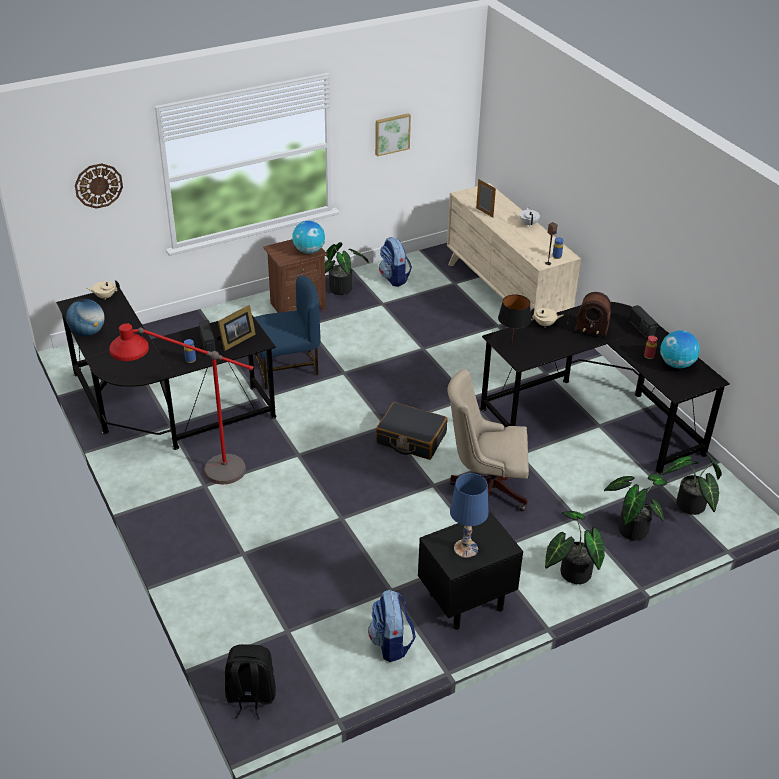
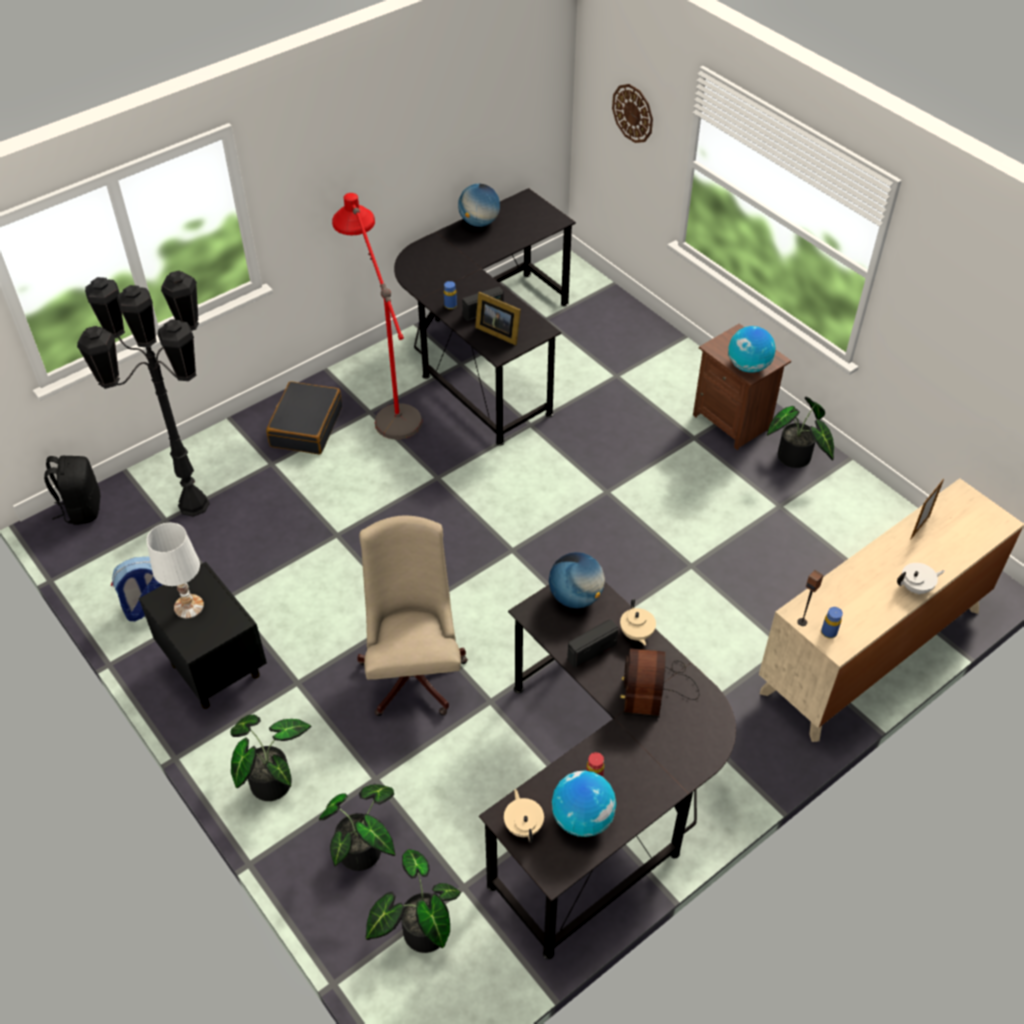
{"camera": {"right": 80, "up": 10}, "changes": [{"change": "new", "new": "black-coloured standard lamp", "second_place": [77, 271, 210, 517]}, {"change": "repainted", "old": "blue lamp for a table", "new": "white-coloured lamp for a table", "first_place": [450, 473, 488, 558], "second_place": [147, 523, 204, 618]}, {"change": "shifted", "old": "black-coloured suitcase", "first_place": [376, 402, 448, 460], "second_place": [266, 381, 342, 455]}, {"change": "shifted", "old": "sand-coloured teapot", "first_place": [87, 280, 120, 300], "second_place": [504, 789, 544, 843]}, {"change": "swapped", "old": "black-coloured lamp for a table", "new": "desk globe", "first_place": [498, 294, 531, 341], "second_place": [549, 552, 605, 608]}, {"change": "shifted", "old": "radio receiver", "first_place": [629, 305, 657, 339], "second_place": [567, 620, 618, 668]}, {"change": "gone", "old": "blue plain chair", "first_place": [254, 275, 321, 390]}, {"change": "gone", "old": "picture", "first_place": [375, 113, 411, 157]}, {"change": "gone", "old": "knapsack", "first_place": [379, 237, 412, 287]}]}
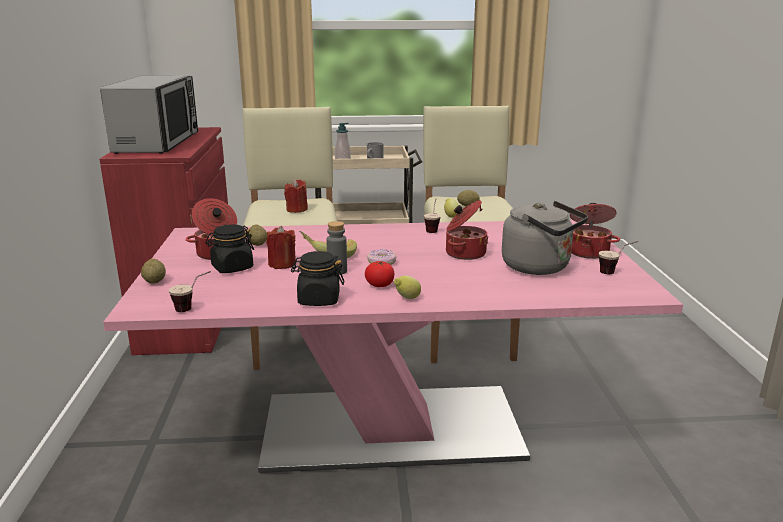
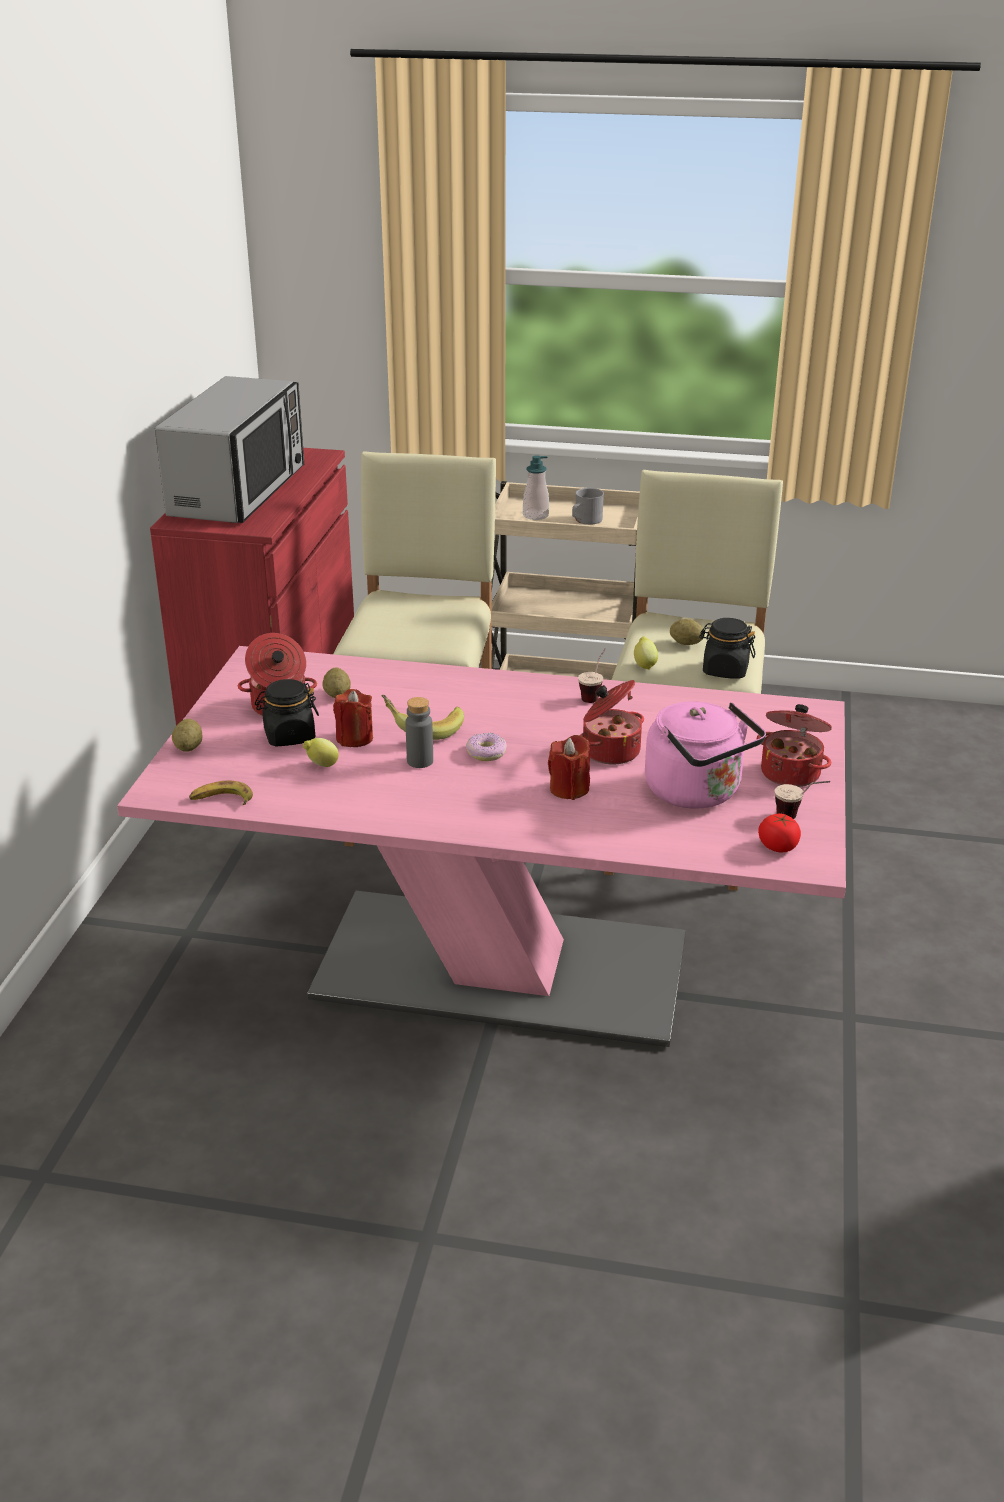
{"camera": {"right": 15, "up": 10}, "changes": [{"change": "swapped", "old": "small cup", "new": "whole banana", "first_place": [169, 271, 211, 312], "second_place": [189, 781, 253, 805]}, {"change": "shifted", "old": "citrus fruit", "first_place": [394, 276, 421, 299], "second_place": [303, 738, 339, 767]}, {"change": "shifted", "old": "reddish wax candle", "first_place": [284, 179, 308, 213], "second_place": [548, 735, 590, 800]}, {"change": "repainted", "old": "greyish tea kettle", "new": "pink-coloured tea kettle", "first_place": [502, 201, 588, 275], "second_place": [645, 701, 766, 809]}, {"change": "shifted", "old": "black-coloured storage jar", "first_place": [291, 251, 344, 306], "second_place": [699, 618, 756, 679]}, {"change": "shifted", "old": "fresh tomato", "first_place": [365, 261, 395, 287], "second_place": [758, 814, 801, 853]}]}
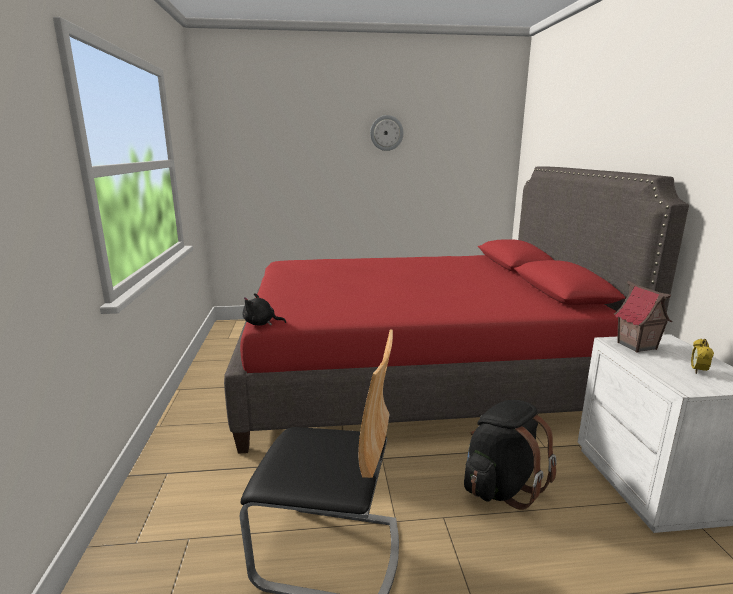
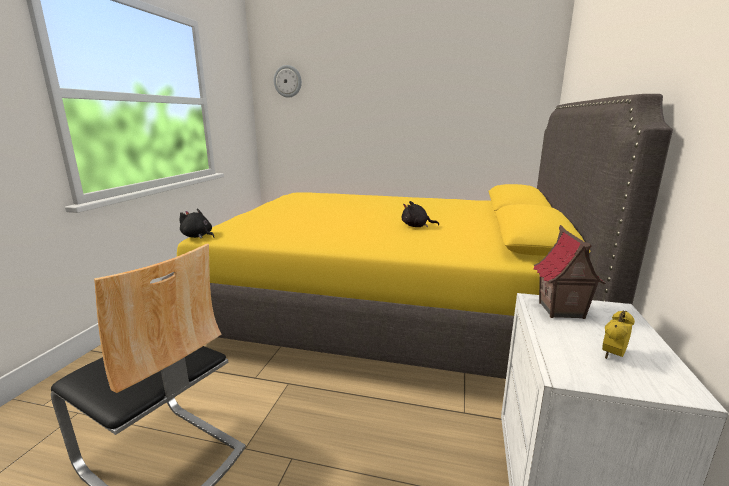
{"camera": {"right": 20, "up": 0}, "changes": [{"change": "repainted", "old": "reddish sleeping bed", "new": "yellowish sleeping bed", "first_place": [224, 166, 689, 454], "second_place": [162, 94, 673, 379]}, {"change": "shifted", "old": "wall clock", "first_place": [370, 115, 404, 151], "second_place": [274, 65, 302, 98]}, {"change": "new", "new": "black-coloured soft toy", "second_place": [402, 201, 439, 227]}, {"change": "gone", "old": "black-coloured knapsack", "first_place": [464, 400, 557, 510]}]}
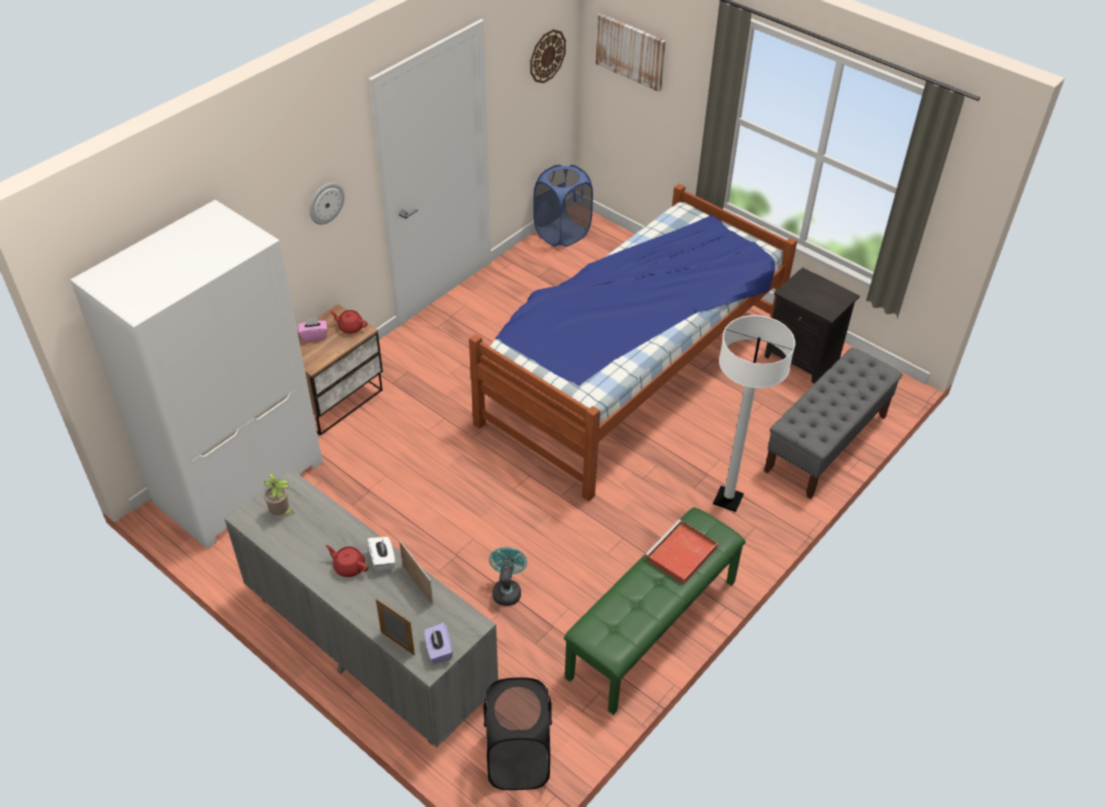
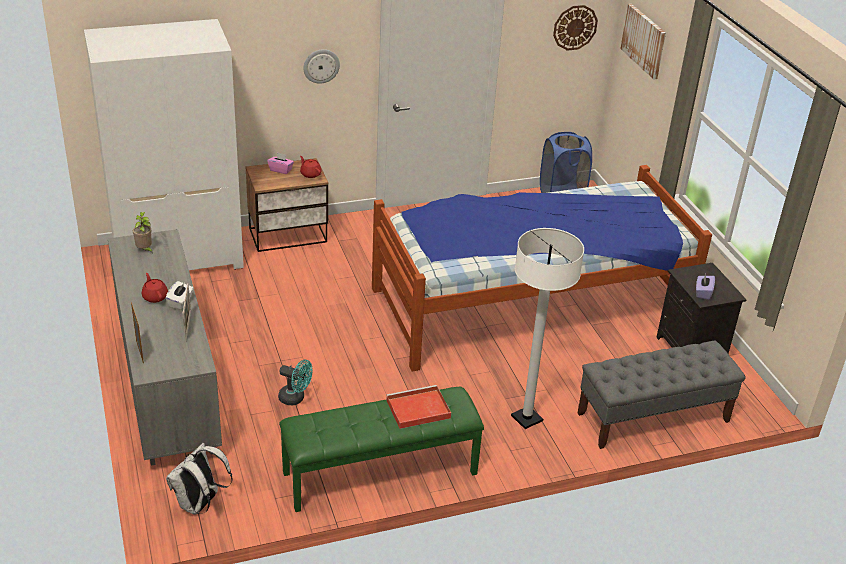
{"camera": {"right": 30, "up": -10}, "changes": [{"change": "swapped", "old": "black-coloured hamper", "new": "white-coloured knapsack", "first_place": [484, 677, 552, 790], "second_place": [166, 443, 233, 515]}, {"change": "rotated", "old": "turquoise cooling fan", "first_place": [489, 547, 527, 606], "second_place": [278, 360, 312, 405], "degrees": 75}, {"change": "shifted", "old": "purplish tissue box", "first_place": [424, 622, 453, 664], "second_place": [696, 273, 715, 300]}]}
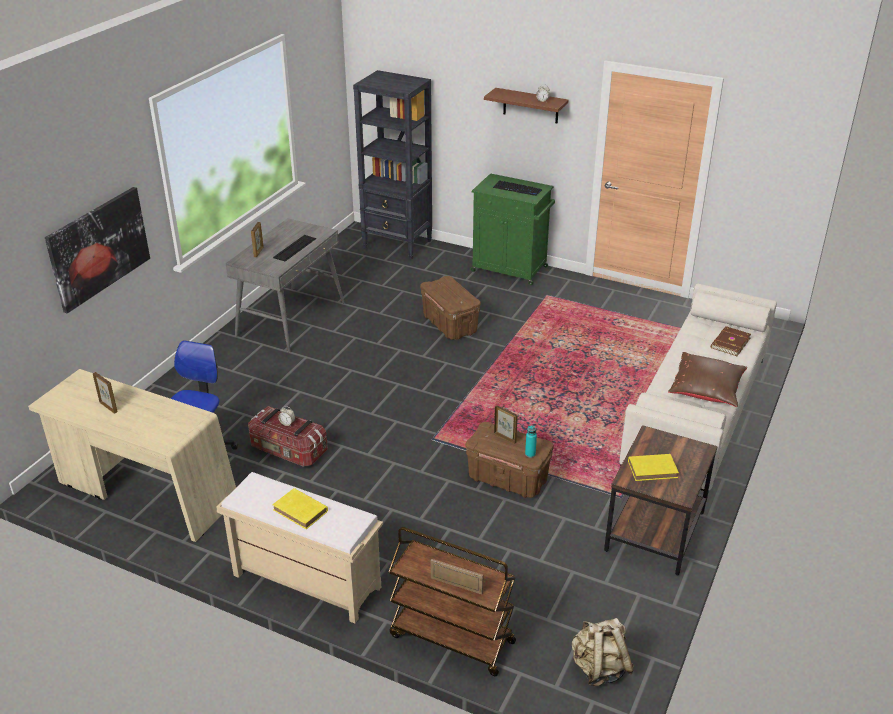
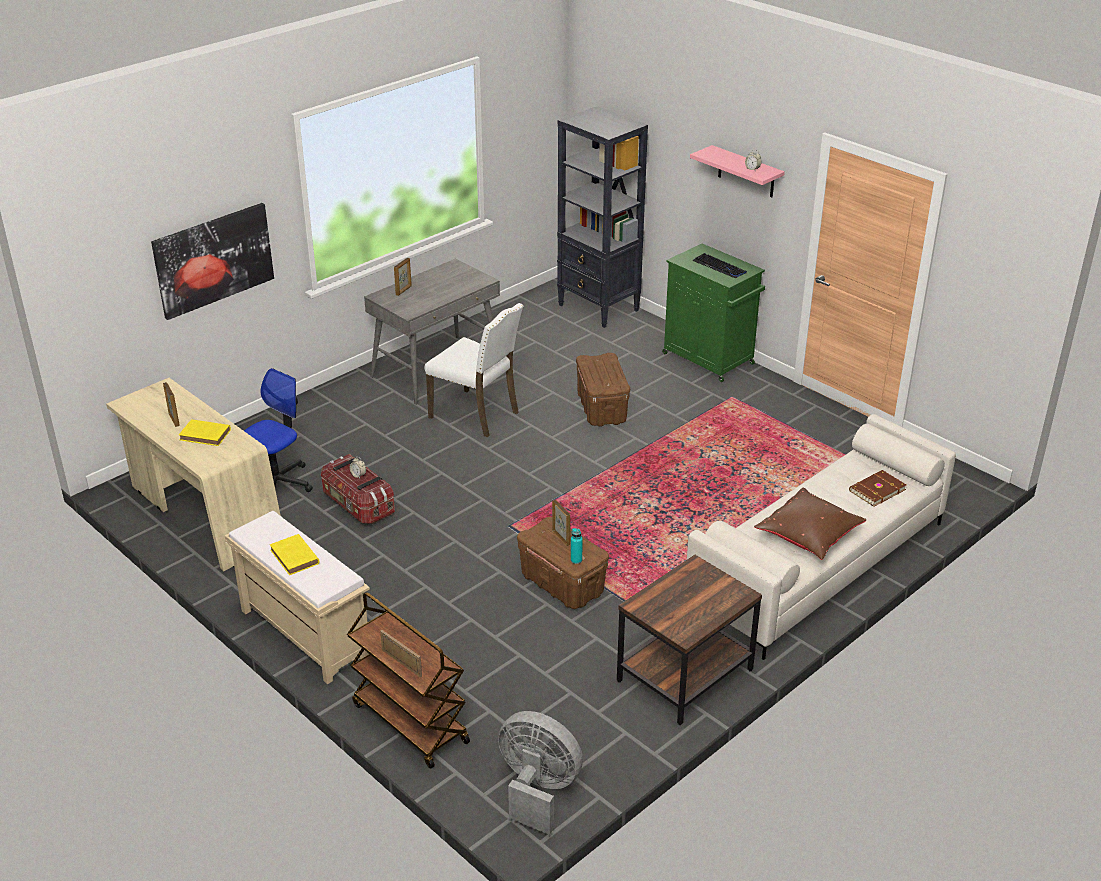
{"camera": {"right": 20, "up": 0}, "changes": [{"change": "shifted", "old": "yellowish volume", "first_place": [628, 454, 679, 481], "second_place": [179, 419, 231, 446]}, {"change": "new", "new": "white-coloured plain chair", "second_place": [425, 303, 524, 437]}, {"change": "swapped", "old": "sand-coloured knapsack", "new": "greyish cooling fan", "first_place": [572, 618, 634, 686], "second_place": [498, 711, 583, 835]}, {"change": "repainted", "old": "brown-coloured wall shelf", "new": "pink-coloured wall shelf", "first_place": [484, 88, 568, 123], "second_place": [690, 145, 785, 197]}, {"change": "gone", "old": "keyboard", "first_place": [273, 235, 316, 261]}]}
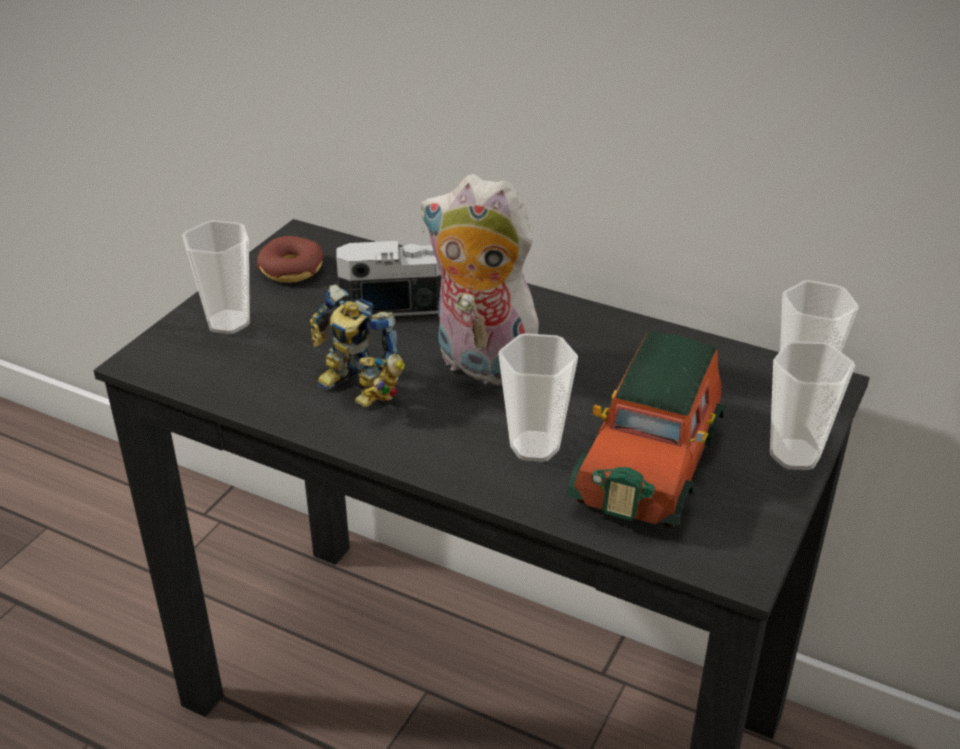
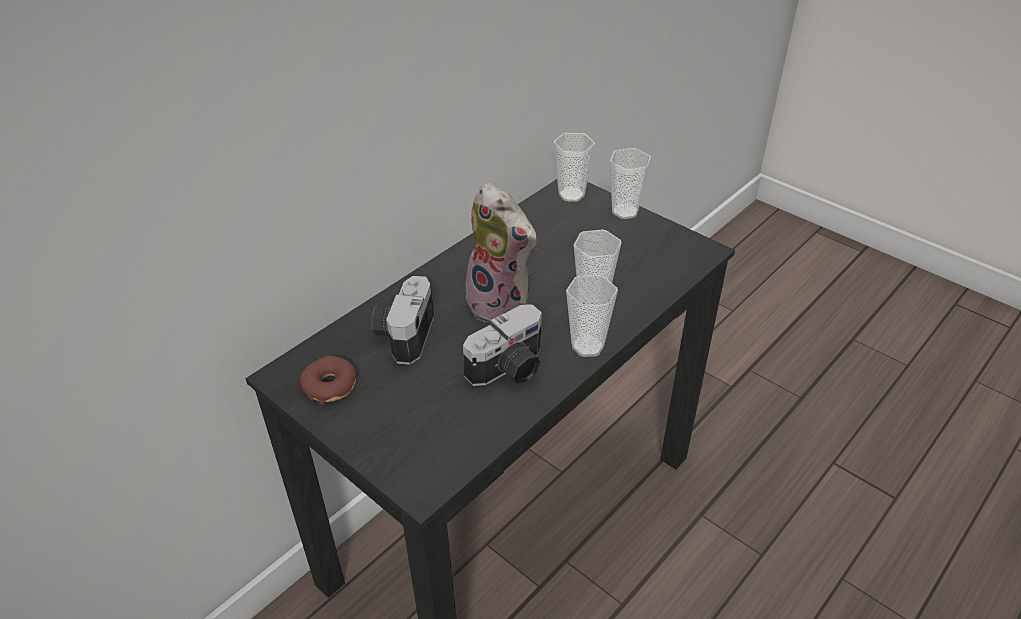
{"camera": {"right": -75, "up": 5}, "changes": [{"change": "rotated", "old": "soft toy", "first_place": [421, 174, 539, 389], "second_place": [460, 183, 538, 325], "degrees": -90}, {"change": "swapped", "old": "toy robot", "new": "photo camera", "first_place": [310, 284, 405, 408], "second_place": [463, 304, 542, 386]}, {"change": "shifted", "old": "small cup", "first_place": [182, 220, 250, 334], "second_place": [566, 275, 618, 357]}, {"change": "gone", "old": "toy car", "first_place": [566, 332, 724, 527]}]}
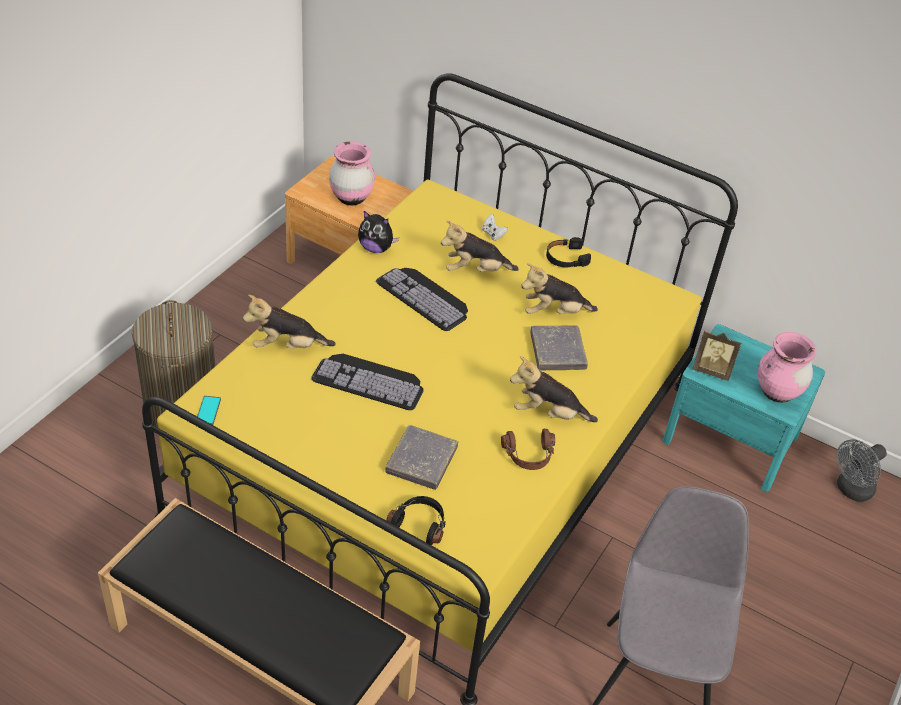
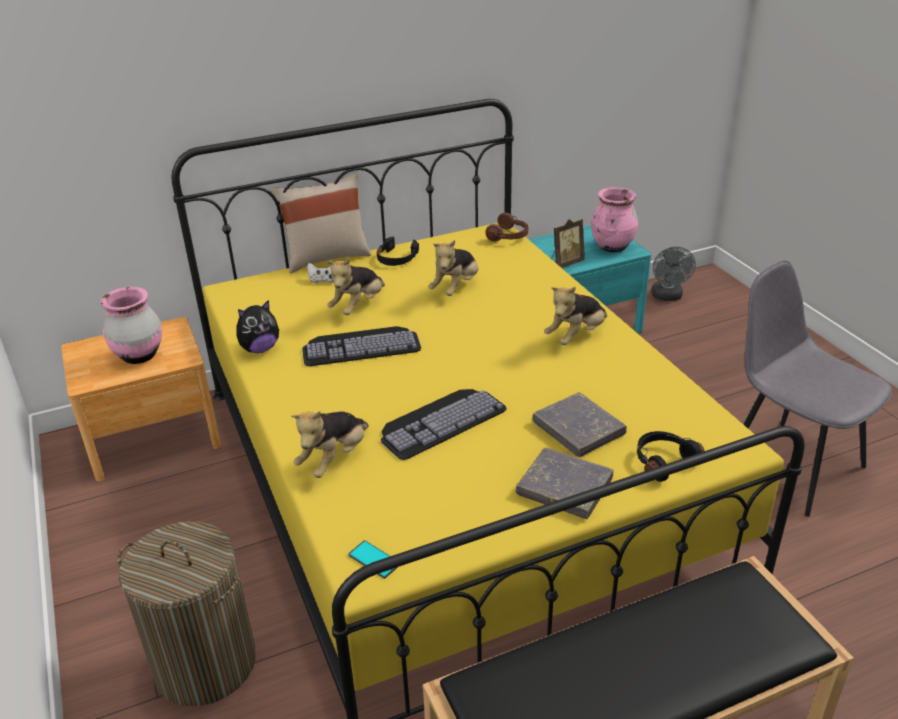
{"camera": {"right": -50, "up": -10}, "changes": [{"change": "new", "new": "sand-coloured throw pillow", "second_place": [271, 172, 371, 273]}, {"change": "shifted", "old": "brown-coloured pair of headphones", "first_place": [501, 429, 555, 470], "second_place": [485, 213, 528, 242]}, {"change": "shifted", "old": "greyish volume", "first_place": [530, 326, 588, 370], "second_place": [516, 448, 613, 519]}]}
